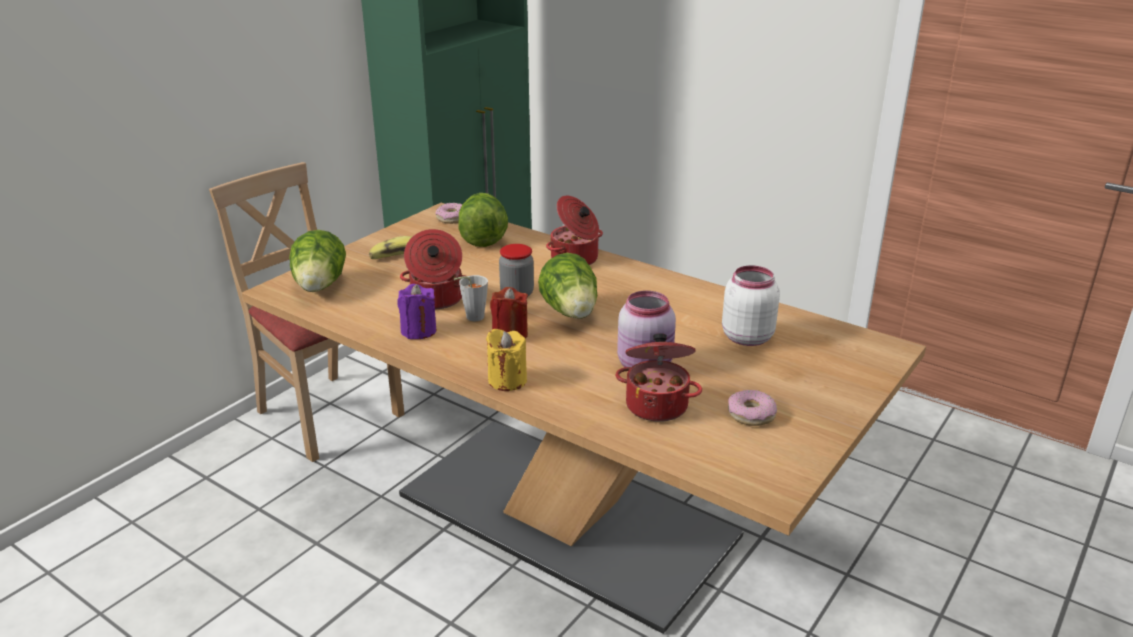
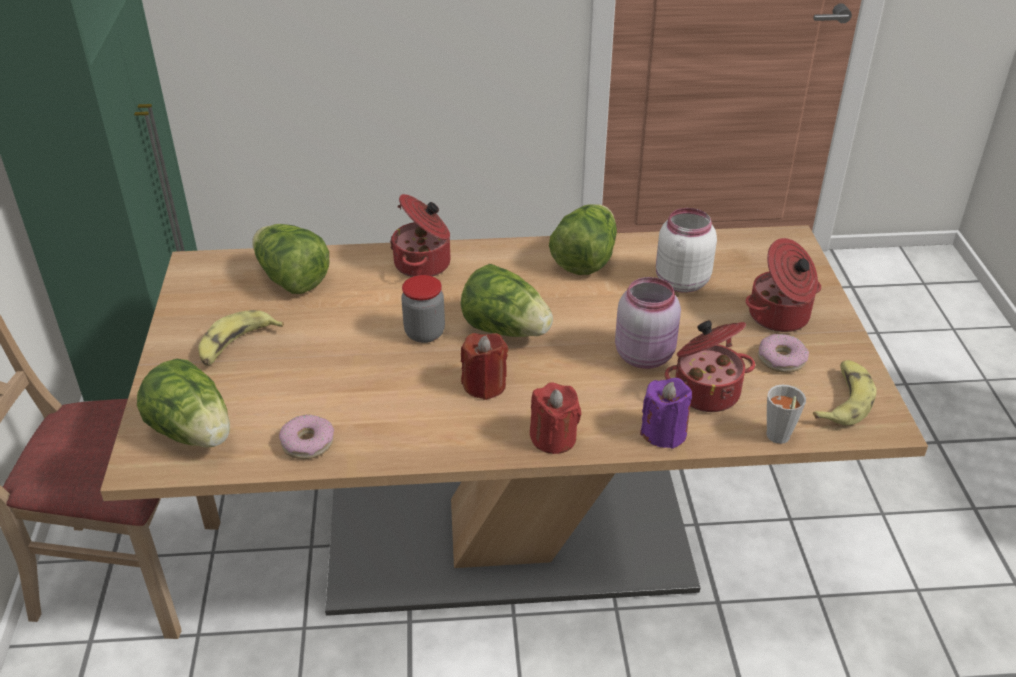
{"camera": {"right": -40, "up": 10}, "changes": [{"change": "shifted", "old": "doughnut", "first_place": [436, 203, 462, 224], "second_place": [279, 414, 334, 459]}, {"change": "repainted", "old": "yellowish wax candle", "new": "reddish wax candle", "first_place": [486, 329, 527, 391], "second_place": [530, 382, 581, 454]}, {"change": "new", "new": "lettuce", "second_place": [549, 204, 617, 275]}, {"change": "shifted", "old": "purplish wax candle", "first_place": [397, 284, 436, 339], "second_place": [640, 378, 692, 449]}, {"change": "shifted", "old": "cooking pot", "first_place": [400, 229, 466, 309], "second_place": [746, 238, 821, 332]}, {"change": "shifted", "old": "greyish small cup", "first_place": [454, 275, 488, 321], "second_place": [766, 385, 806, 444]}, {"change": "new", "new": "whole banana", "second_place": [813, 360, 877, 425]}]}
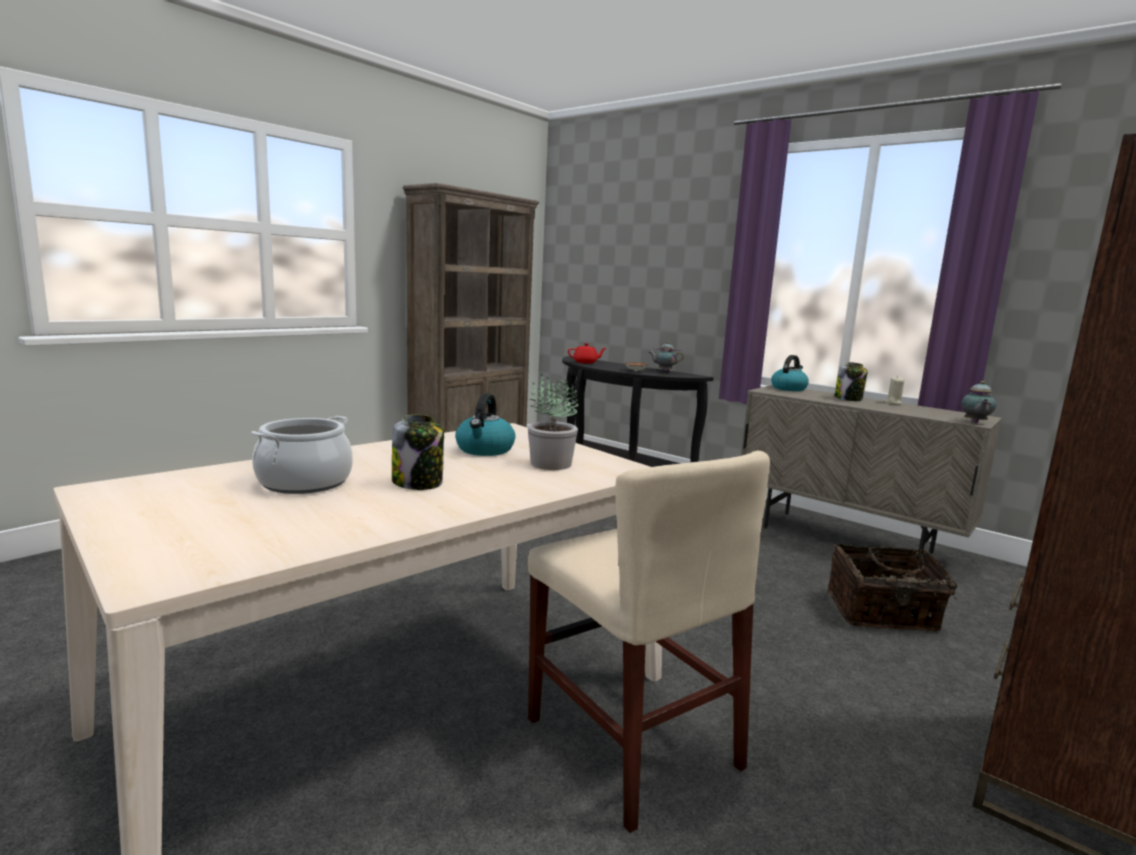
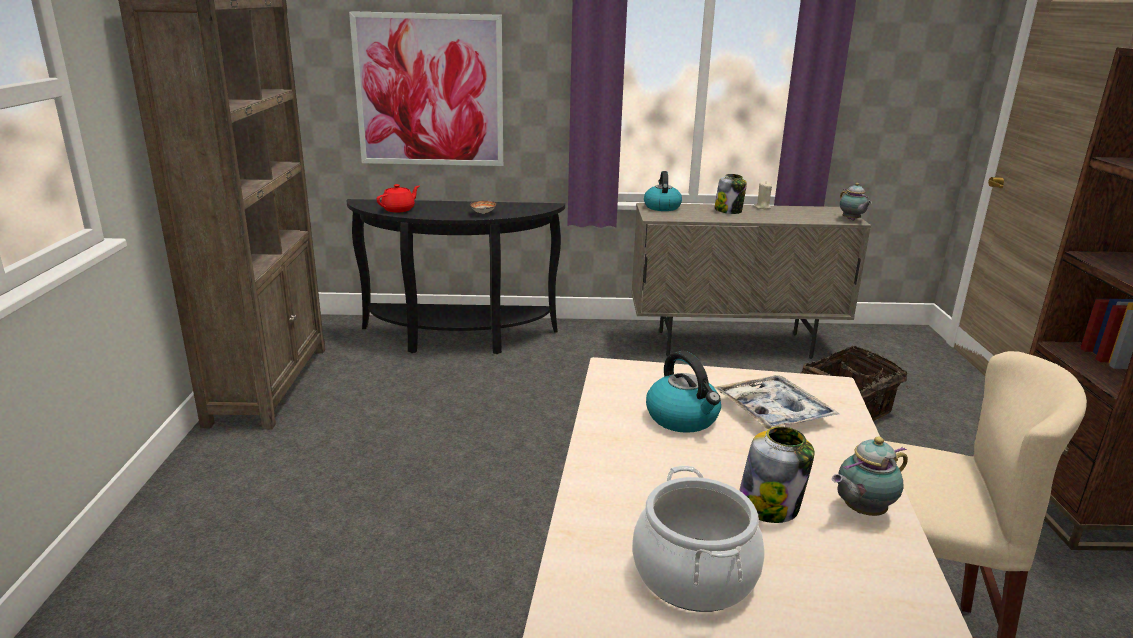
{"camera": {"right": -40, "up": 10}, "changes": [{"change": "new", "new": "picture", "second_place": [349, 11, 503, 166]}, {"change": "swapped", "old": "potted plant", "new": "tray", "first_place": [528, 373, 578, 470], "second_place": [714, 375, 839, 430]}, {"change": "shifted", "old": "teapot", "first_place": [649, 342, 684, 372], "second_place": [832, 437, 908, 516]}]}
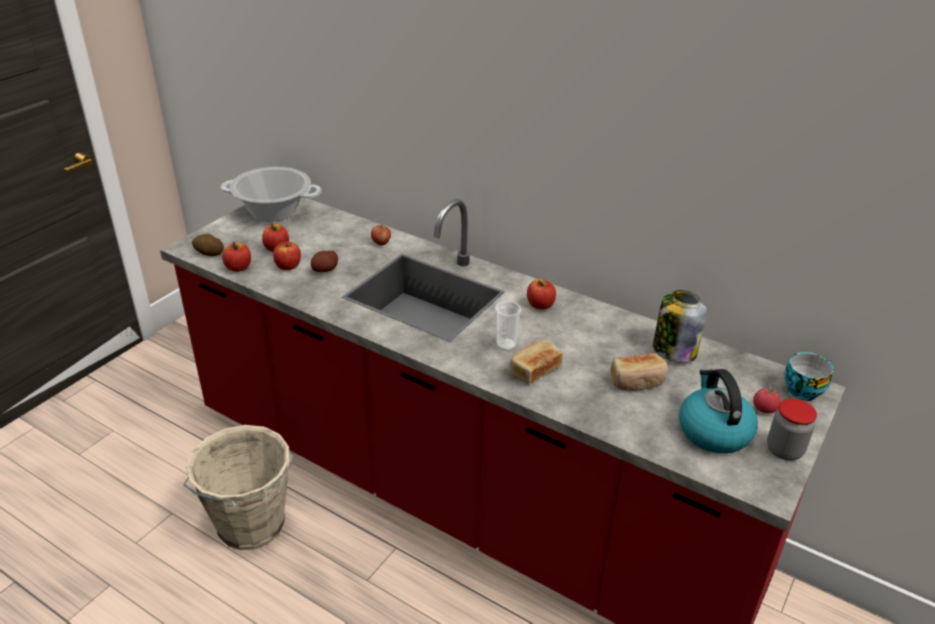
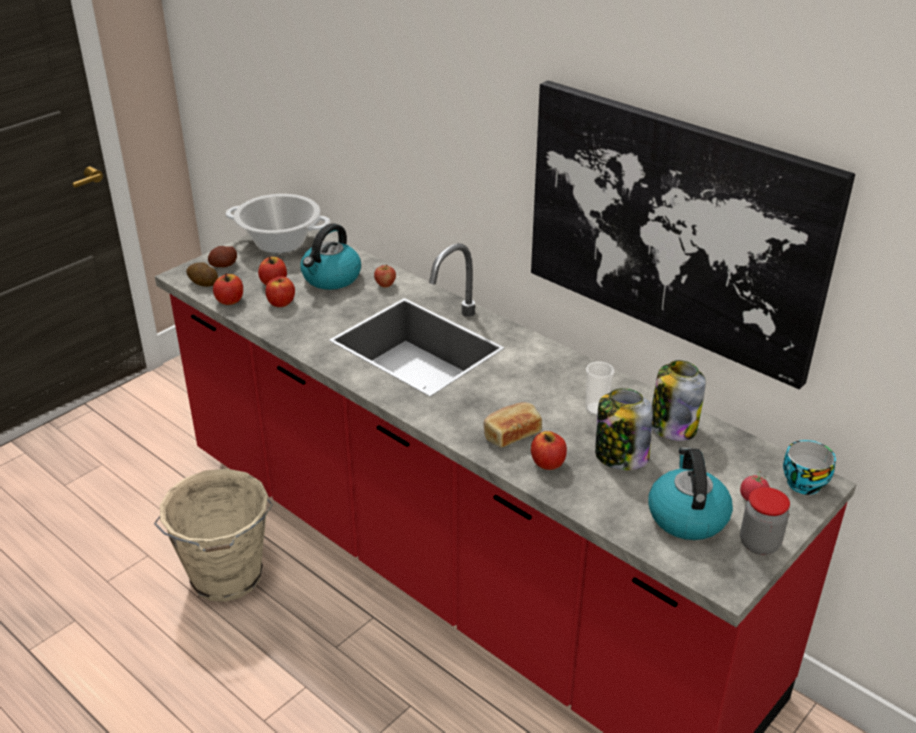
{"camera": {"right": 10, "up": 0}, "changes": [{"change": "shifted", "old": "potato", "first_place": [311, 251, 338, 272], "second_place": [208, 246, 237, 267]}, {"change": "new", "new": "tea kettle", "second_place": [301, 223, 361, 290]}, {"change": "new", "new": "picture", "second_place": [531, 80, 855, 389]}, {"change": "shifted", "old": "whole apple", "first_place": [527, 279, 556, 310], "second_place": [531, 431, 567, 470]}, {"change": "shifted", "old": "small cup", "first_place": [495, 301, 521, 351], "second_place": [586, 362, 615, 415]}, {"change": "swapped", "old": "baked bread", "new": "storage jar", "first_place": [611, 353, 668, 391], "second_place": [595, 388, 653, 470]}]}
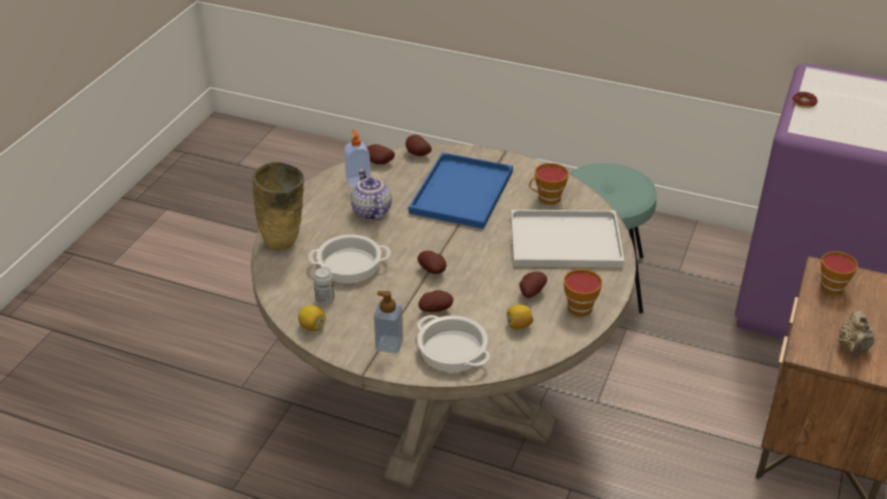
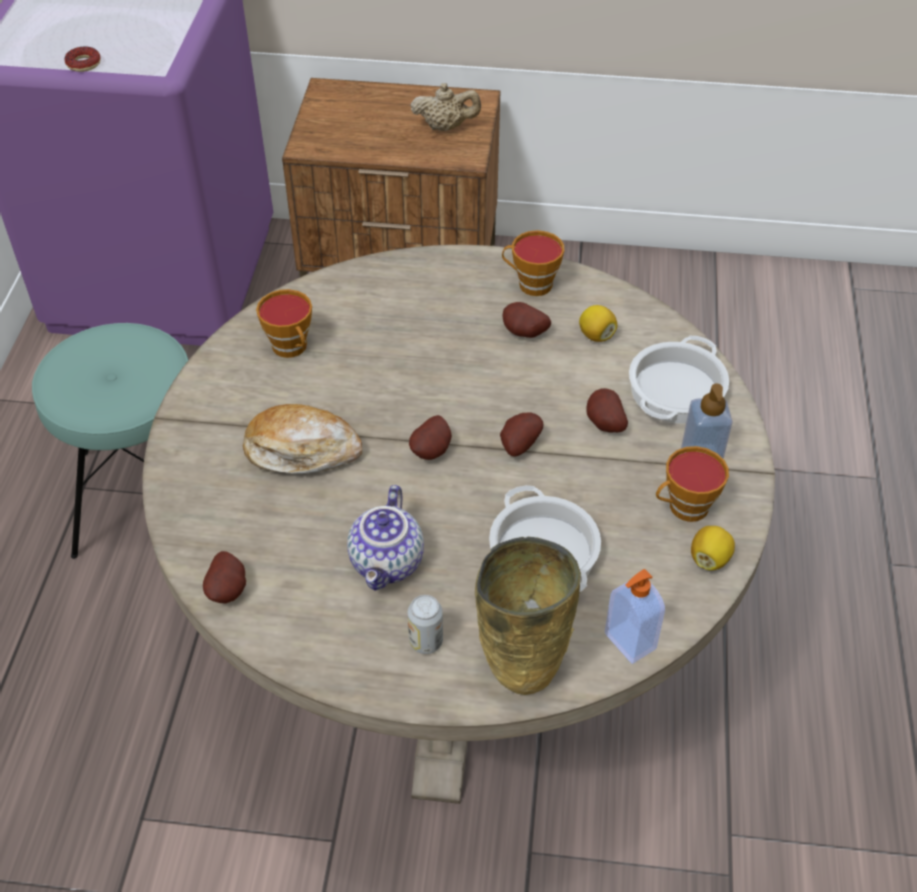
{"camera": {"right": -105, "up": 10}, "changes": [{"change": "swapped", "old": "blue tray", "new": "baked bread", "first_place": [409, 152, 513, 229], "second_place": [243, 404, 362, 474]}, {"change": "rotated", "old": "teapot", "first_place": [351, 169, 392, 221], "second_place": [347, 485, 424, 590], "degrees": -45}, {"change": "shifted", "old": "metal can", "first_place": [313, 267, 335, 304], "second_place": [408, 595, 443, 654]}, {"change": "shifted", "old": "potato", "first_place": [406, 135, 432, 156], "second_place": [409, 415, 452, 460]}, {"change": "shifted", "old": "soap bottle", "first_place": [344, 130, 371, 187], "second_place": [605, 569, 665, 664]}, {"change": "shifted", "old": "small cup", "first_place": [821, 251, 858, 295], "second_place": [656, 446, 729, 522]}, {"change": "gone", "old": "white-coloured tray", "first_place": [511, 210, 625, 267]}]}
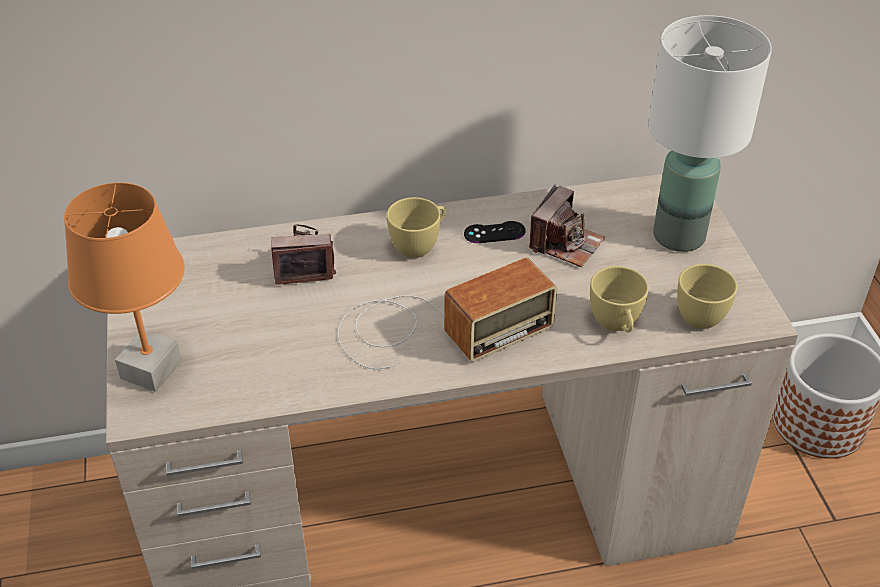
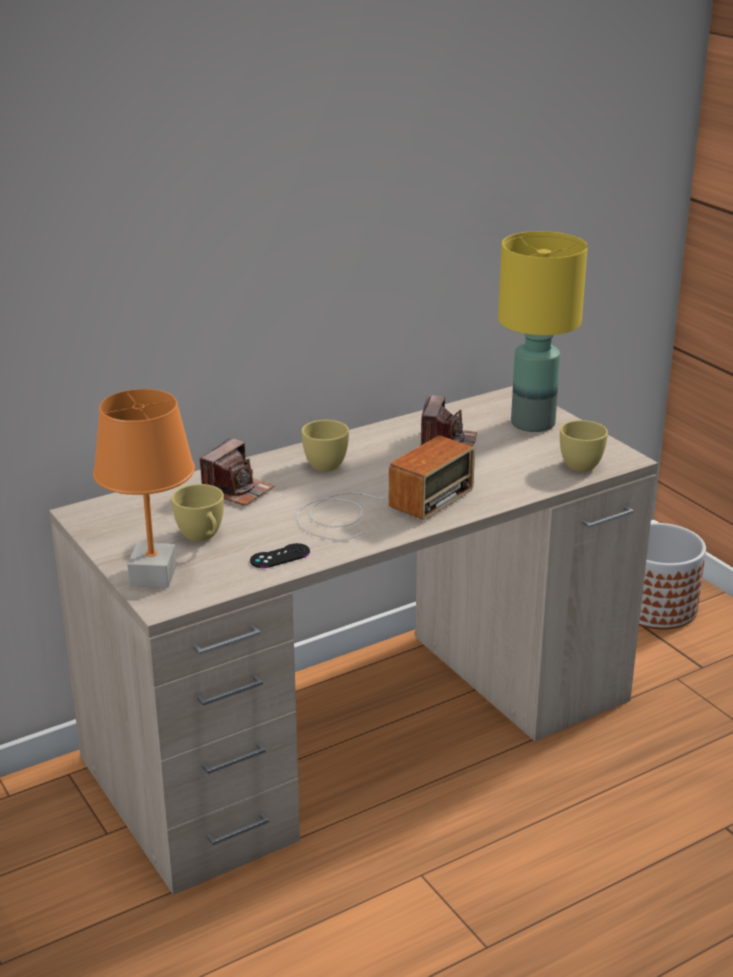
{"camera": {"right": -20, "up": -15}, "changes": [{"change": "shifted", "old": "yellowish small cup", "first_place": [590, 266, 649, 333], "second_place": [171, 484, 224, 541]}, {"change": "rotated", "old": "photo camera", "first_place": [271, 224, 336, 285], "second_place": [200, 438, 275, 506], "degrees": 150}, {"change": "shifted", "old": "black-coloured gamepad", "first_place": [464, 221, 526, 243], "second_place": [250, 543, 310, 568]}, {"change": "repainted", "old": "white-coloured lamp for a table", "new": "yellowish lamp for a table", "first_place": [648, 15, 772, 252], "second_place": [498, 231, 588, 432]}]}
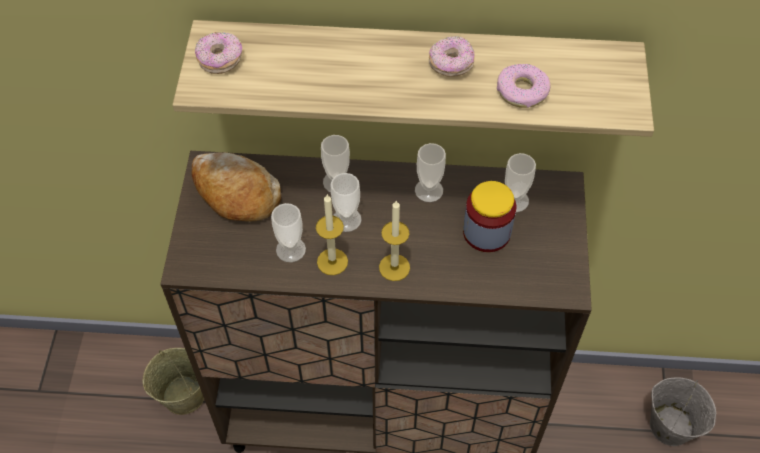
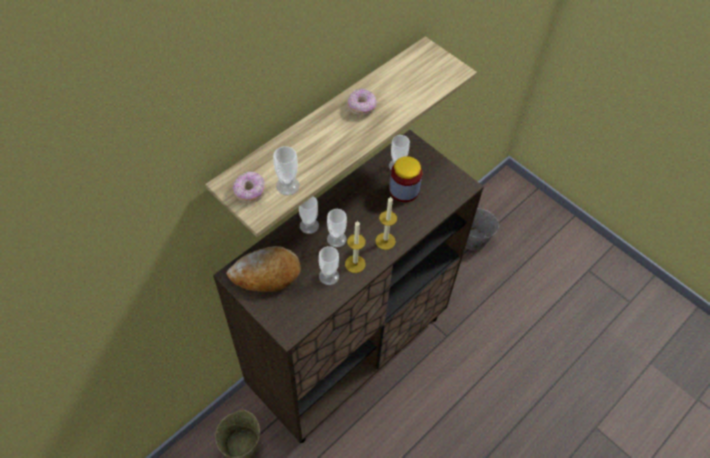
{"camera": {"right": -50, "up": 0}, "changes": [{"change": "shifted", "old": "small cup", "first_place": [415, 143, 446, 202], "second_place": [273, 146, 300, 195]}, {"change": "gone", "old": "doughnut", "first_place": [497, 64, 551, 108]}]}
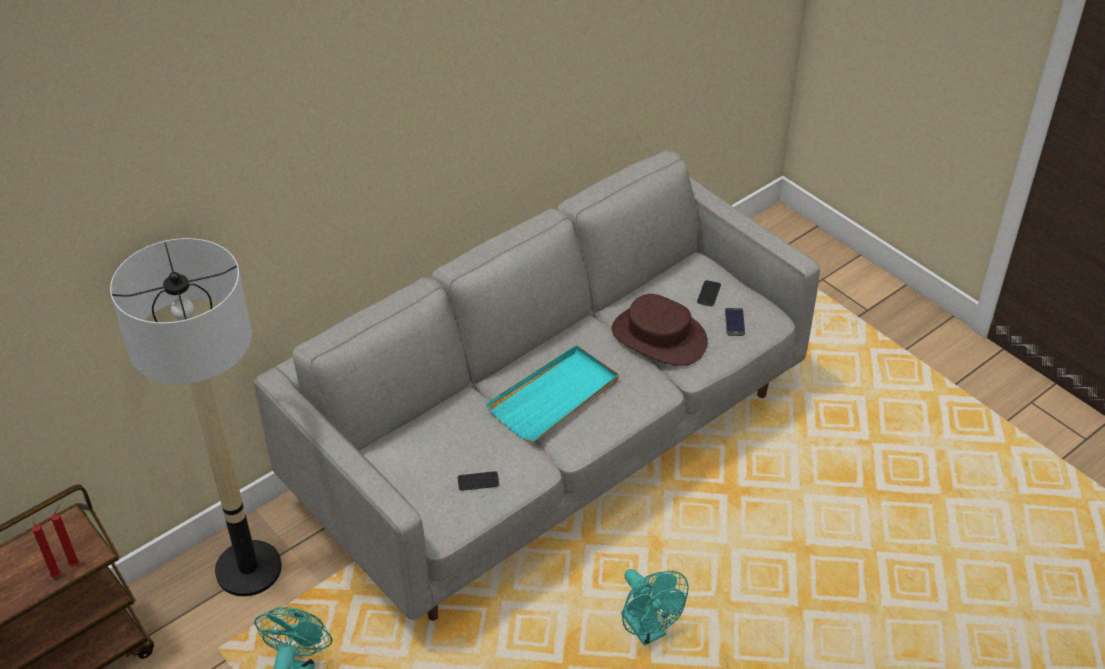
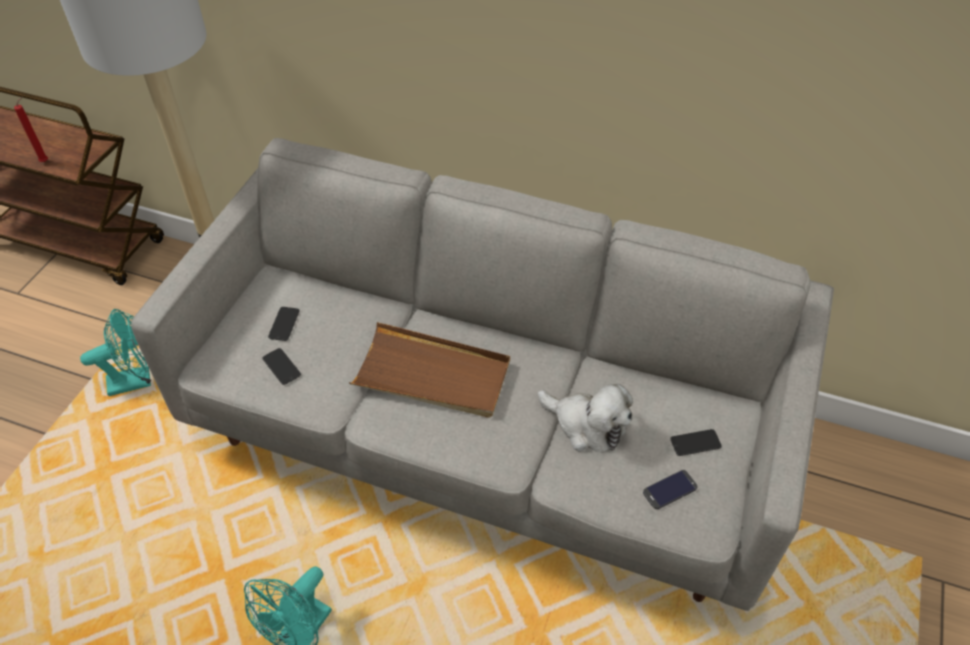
{"camera": {"right": 60, "up": 5}, "changes": [{"change": "new", "new": "phone", "second_place": [268, 307, 300, 341]}, {"change": "repainted", "old": "turquoise tray", "new": "brown-coloured tray", "first_place": [486, 345, 618, 443], "second_place": [349, 322, 510, 417]}, {"change": "swapped", "old": "brown-coloured wearable hat", "new": "soft toy", "first_place": [612, 294, 708, 366], "second_place": [538, 384, 633, 453]}, {"change": "gone", "old": "reddish wax candle", "first_place": [51, 505, 79, 567]}]}
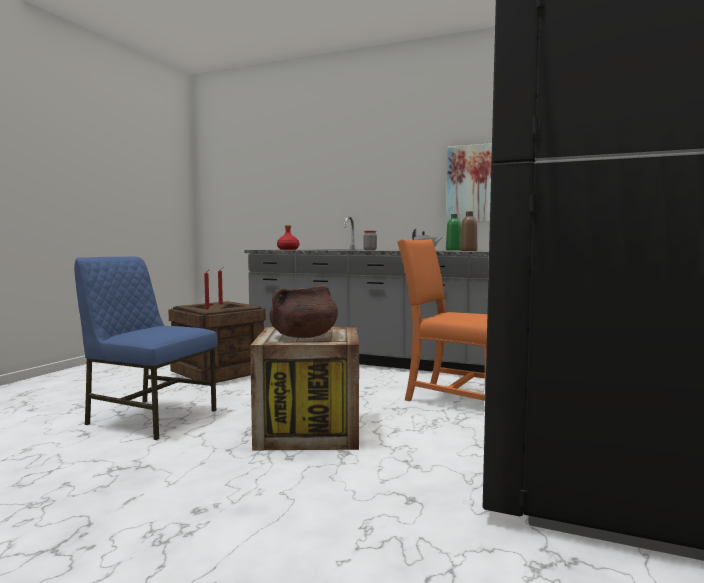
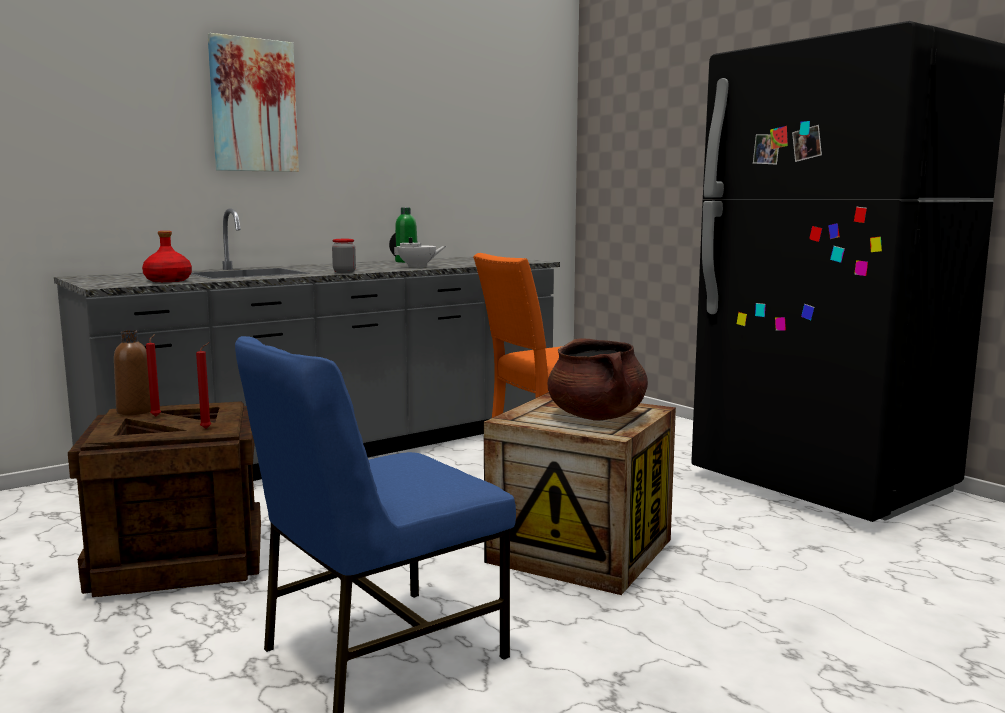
{"camera": {"right": -60, "up": 5}, "changes": [{"change": "shifted", "old": "brown-coloured drink bottle", "first_place": [460, 211, 477, 251], "second_place": [114, 330, 151, 415]}, {"change": "shifted", "old": "picture", "first_place": [446, 143, 492, 223], "second_place": [207, 33, 299, 172]}]}
